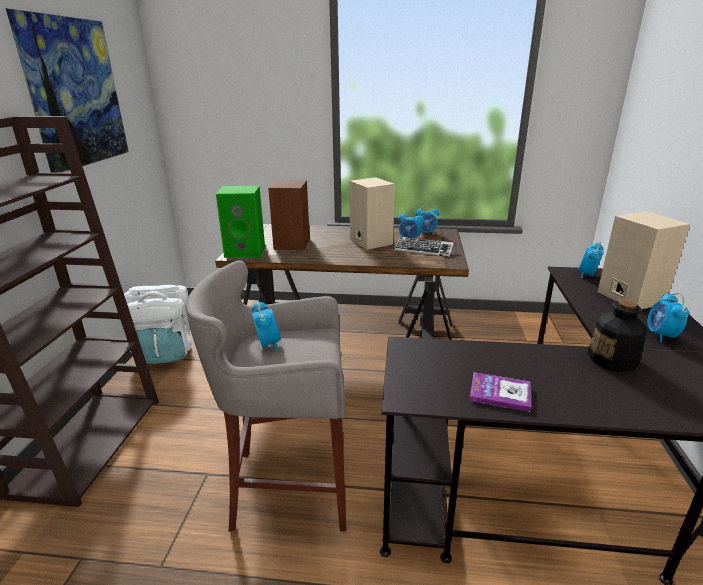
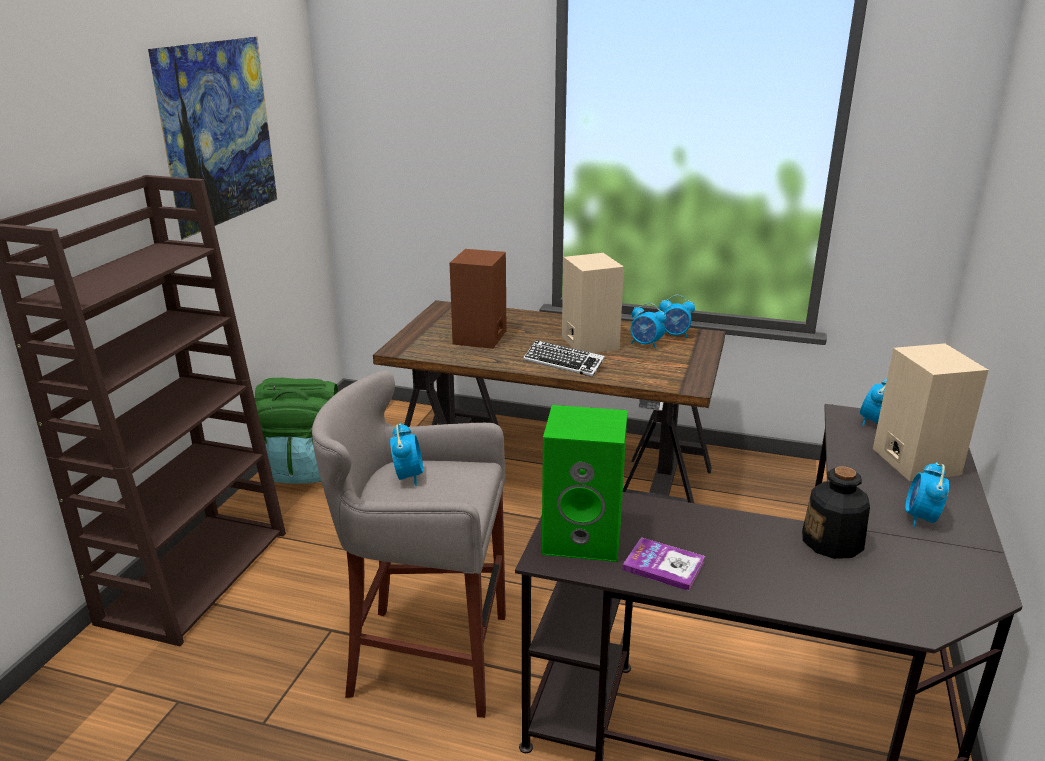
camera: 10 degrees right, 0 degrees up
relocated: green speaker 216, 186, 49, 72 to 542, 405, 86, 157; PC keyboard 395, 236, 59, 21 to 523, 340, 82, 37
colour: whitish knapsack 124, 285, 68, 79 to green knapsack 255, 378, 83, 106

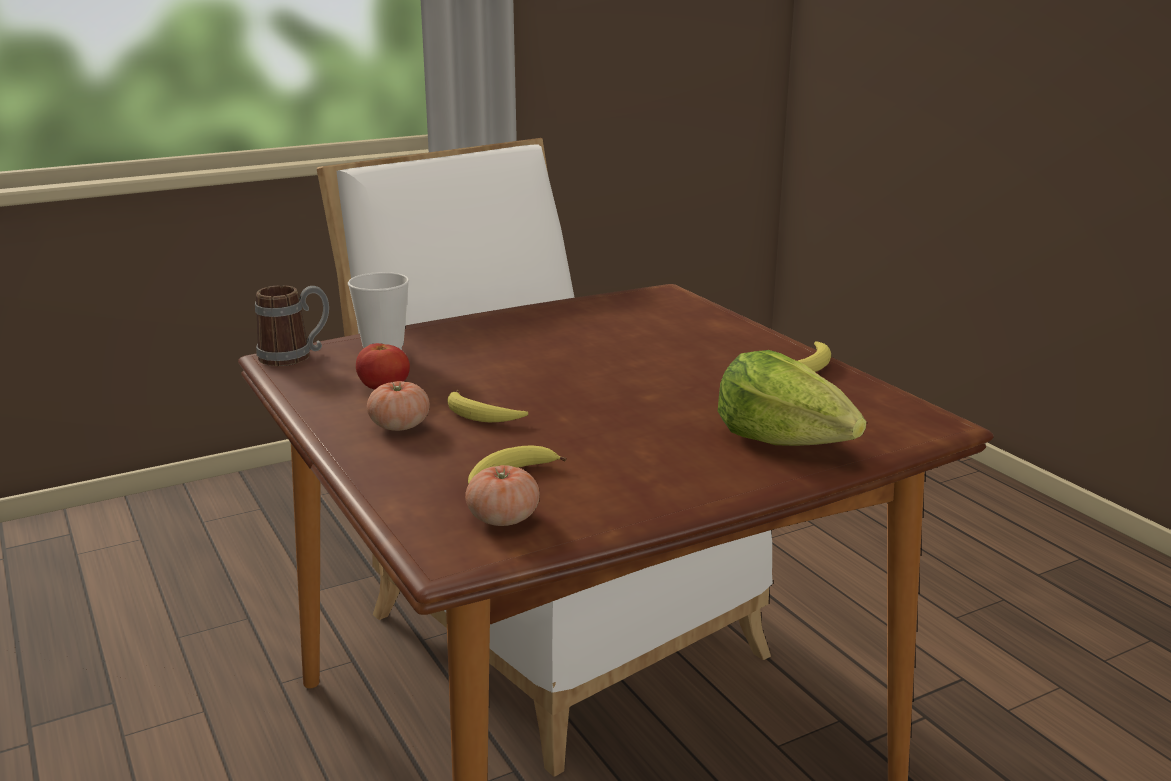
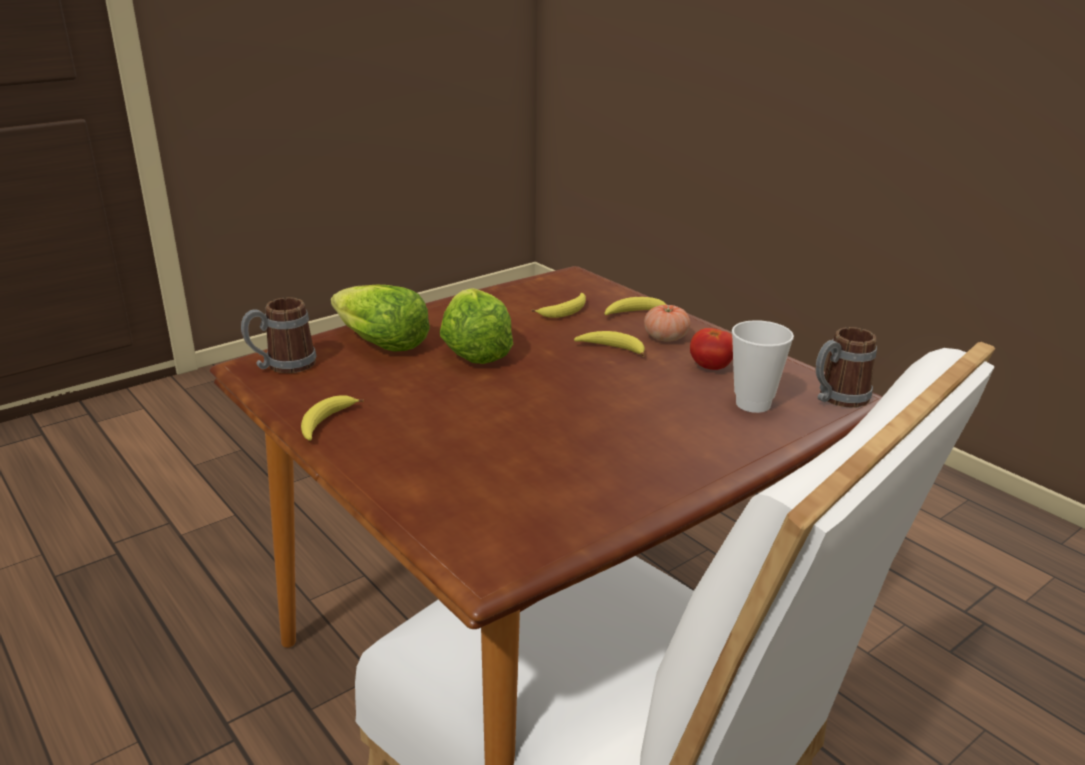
camera: 170 degrees right, 5 degrees up
missing: tomato 465, 465, 75, 61
appeared: coffee mug 241, 297, 75, 76; lettuce 440, 288, 73, 76; banana 604, 297, 62, 18

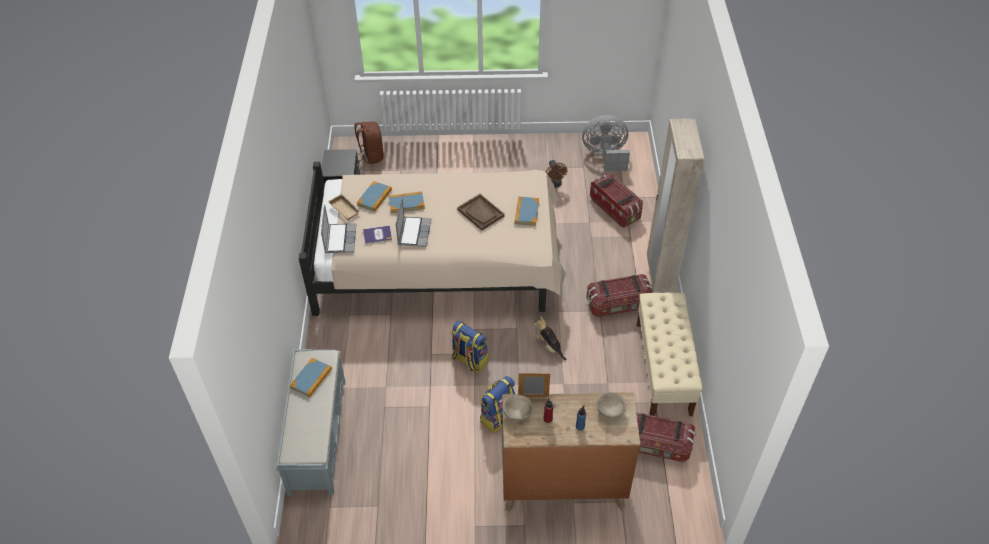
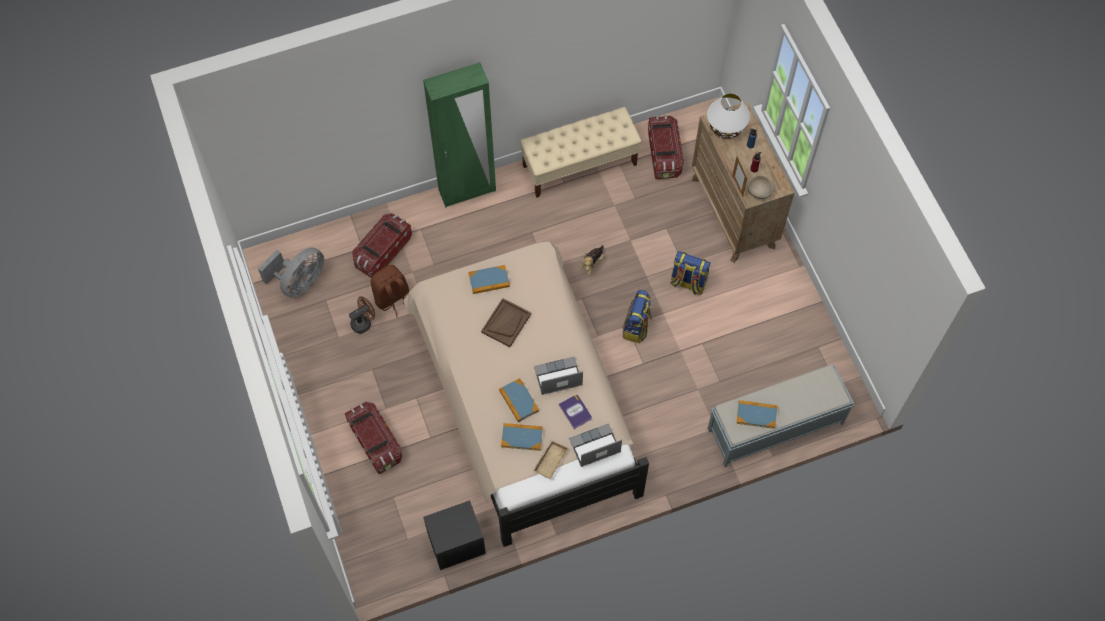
camera: 110 degrees left, 15 degrees up
relocated: brownish knapsack 354, 122, 30, 42 to 370, 265, 39, 52; storage container 586, 274, 67, 43 to 345, 402, 57, 72
exchanged: sand-coloured deep dish 597, 392, 30, 27 to whitish lamp for a table 707, 93, 43, 46
colour: sand-coloured armoire 647, 119, 57, 174 to green armoire 423, 62, 73, 146
spun: greyish fan 582, 115, 48, 56 = 258, 248, 66, 50 120 degrees counterclockwise

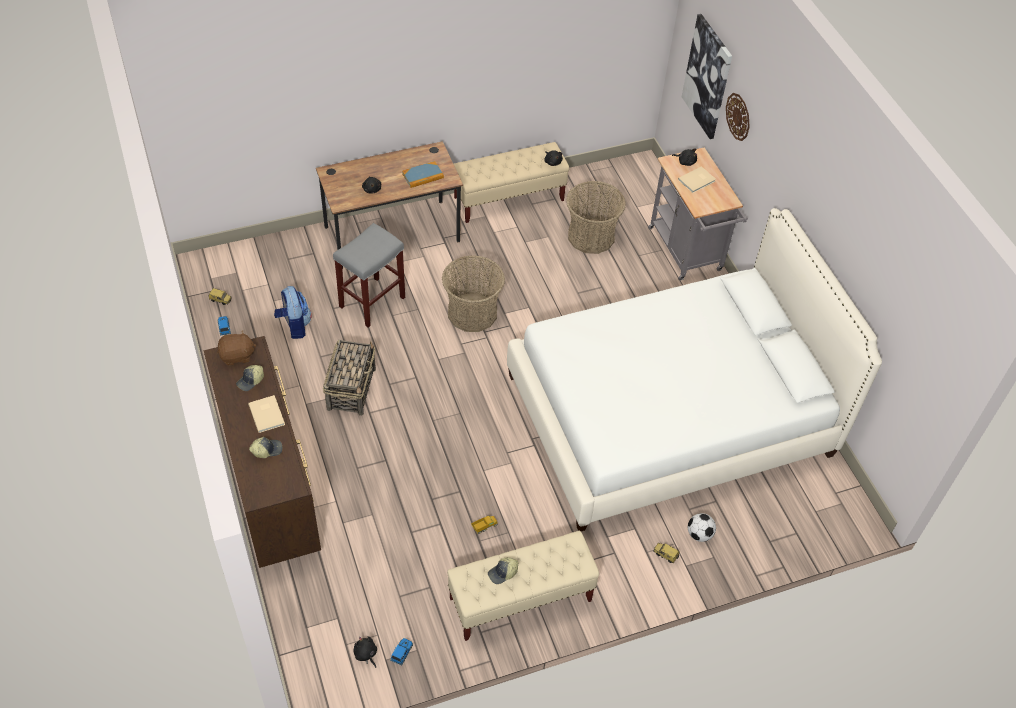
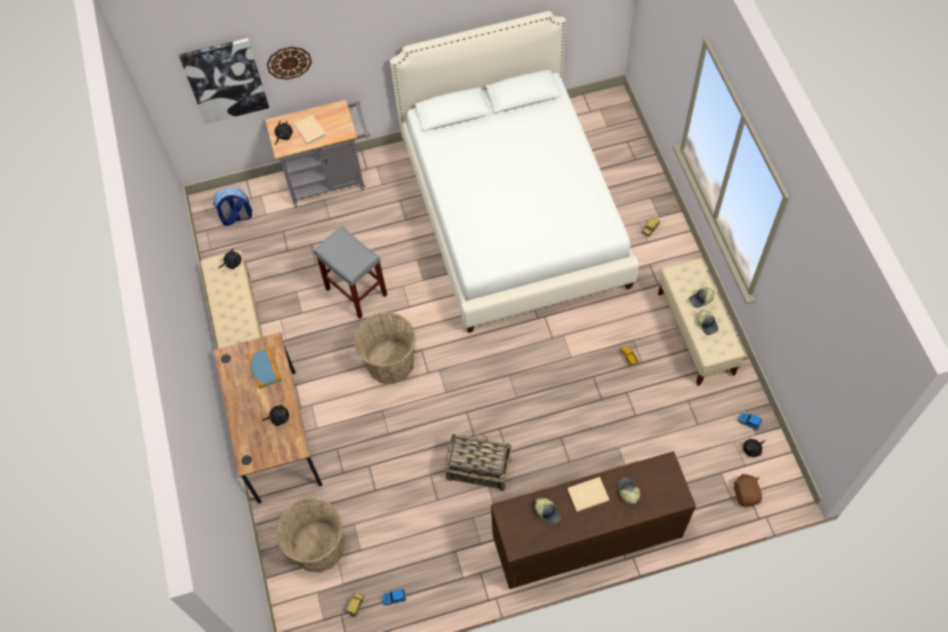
camera: 80 degrees left, 10 degrees up
missing: football 688, 513, 28, 29
appeared: baseball cap 689, 287, 26, 21
relocated: brownish plush toy 217, 330, 40, 36 to 734, 474, 28, 33; knapsack 274, 286, 38, 53 to 213, 187, 39, 39; greyish stool 333, 223, 72, 105 to 314, 226, 73, 93; storage basket 566, 181, 60, 73 to 276, 498, 69, 74

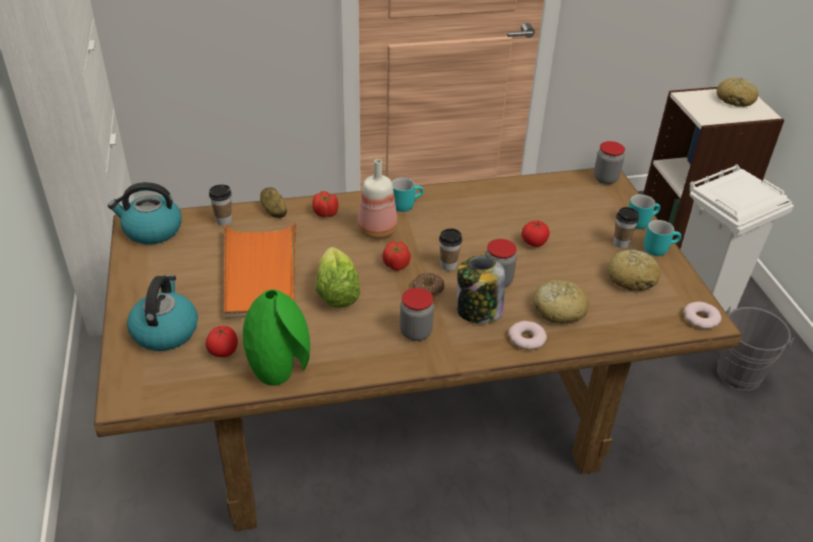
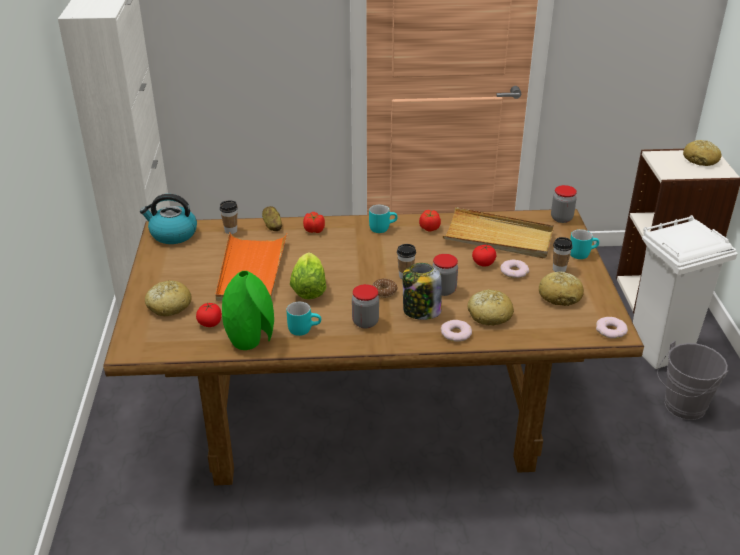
camera: 10 degrees right, 5 degrees down
missing: drink bottle 357, 159, 41, 80
appeared: sand-coloured tray 443, 207, 111, 51; ring doughnut 500, 259, 30, 19
relocated: tomato 382, 241, 29, 30 to 419, 210, 22, 22; turquoise coffee mug 644, 220, 37, 36 to 286, 302, 35, 34
exchanged: kettle 127, 275, 71, 76 to bakery bread 145, 280, 47, 36

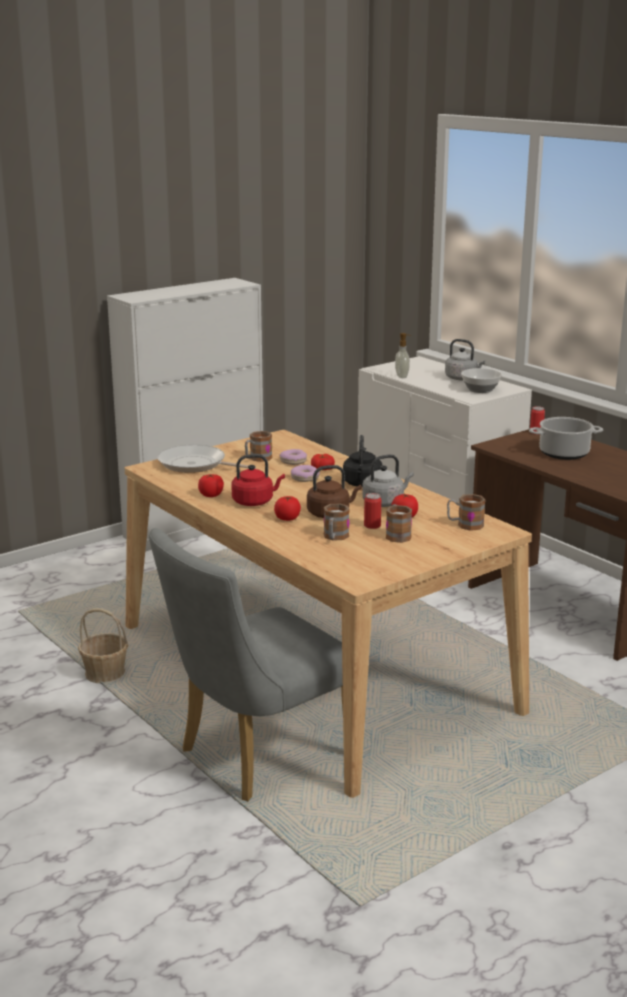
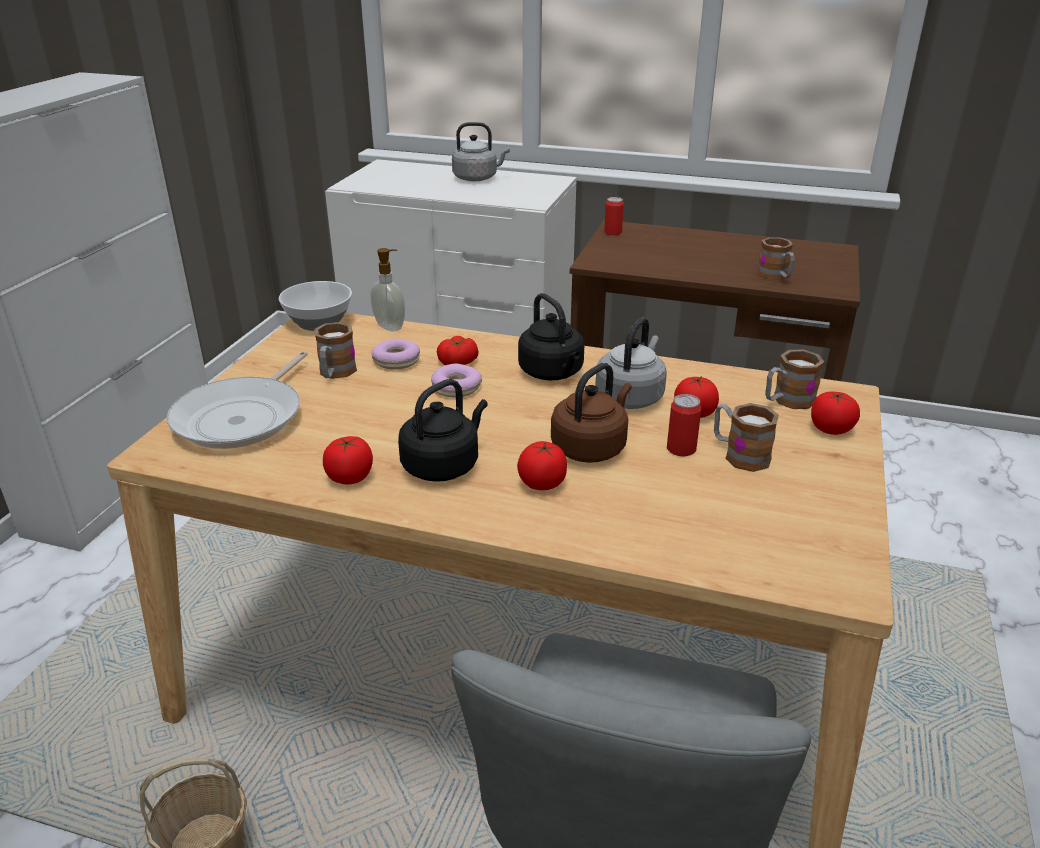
camera: 35 degrees left, 10 degrees up
missing: saucepot 529, 417, 74, 43
appeared: tomato 811, 391, 49, 44
relocated: coffee mug 324, 503, 26, 38 to 757, 237, 38, 43; liquid soap bottle 395, 333, 17, 45 to 370, 248, 35, 83; deep dish 461, 368, 41, 25 to 279, 281, 73, 50
colour: red kettle 231, 454, 54, 52 to black kettle 398, 379, 90, 103
spun: frying pan 157, 445, 99, 28 = 167, 351, 141, 98 60 degrees counterclockwise

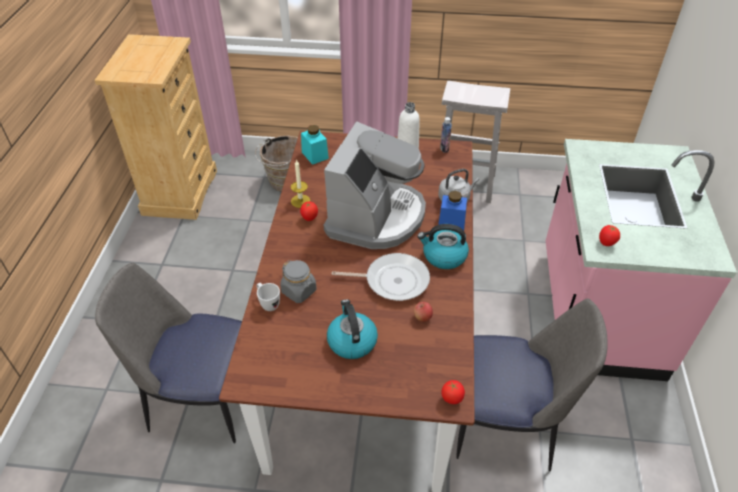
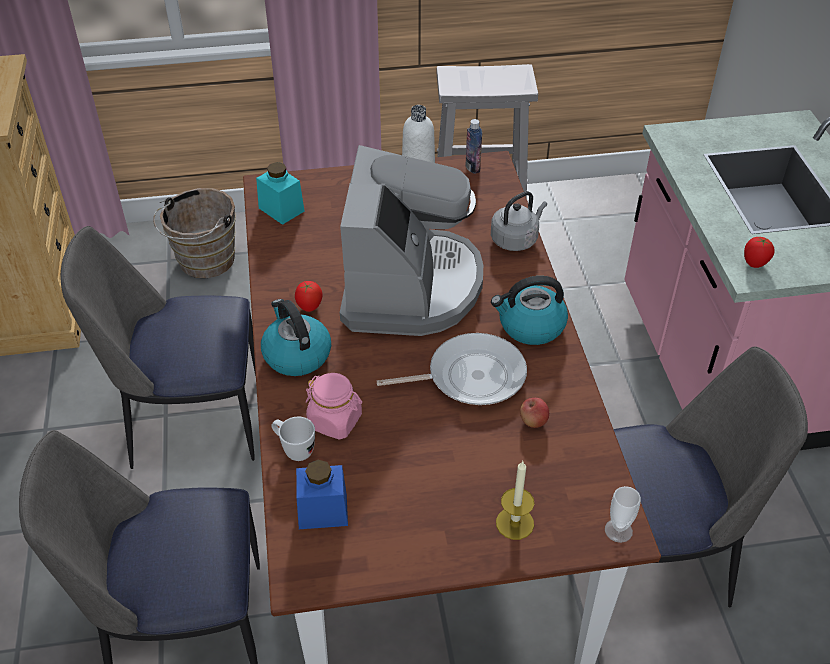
camera: 15 degrees left, 0 degrees up
appeared: chair 61, 226, 195, 243
relocated: wax candle 291, 159, 19, 49 to 496, 461, 38, 79; kettle 327, 299, 51, 60 to 261, 299, 70, 77; bluish preserve jar 438, 191, 29, 39 to 296, 460, 52, 69
exchanged: tomato 441, 380, 24, 24 to small cup 605, 486, 36, 57
colour: greyish preserve jar 280, 260, 36, 43 to pink-coloured preserve jar 306, 373, 56, 67

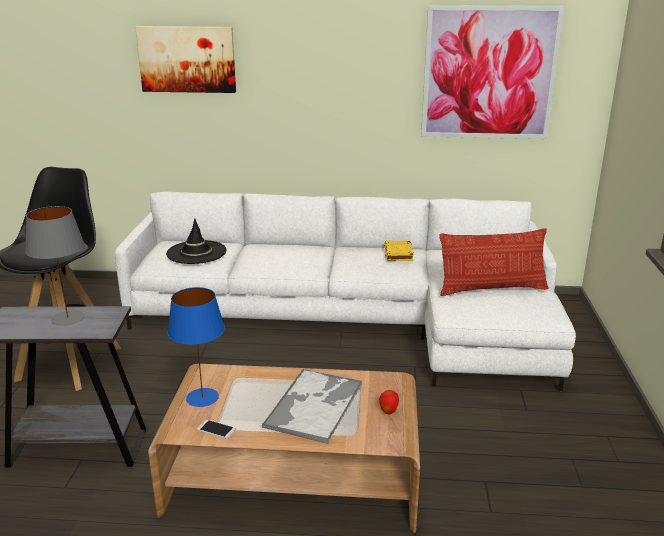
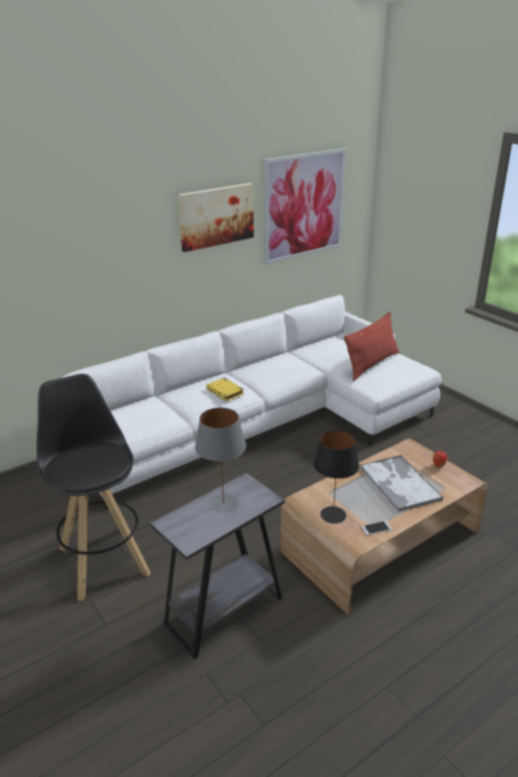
camera: 40 degrees left, 5 degrees up
missing: black wearable hat 166, 218, 61, 46
relocated: wall art 135, 26, 101, 67 to 178, 183, 76, 69; yellowish book 384, 241, 29, 20 to 206, 378, 38, 23
colour: bluish lamp for a table 167, 287, 58, 120 to black lamp for a table 314, 430, 45, 94

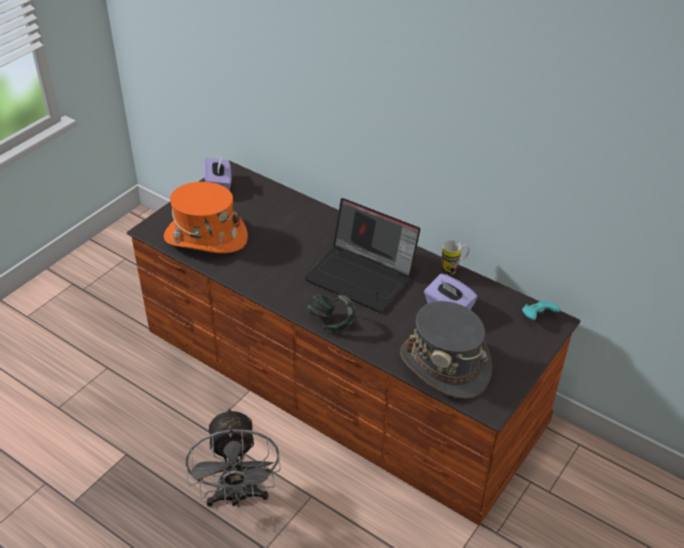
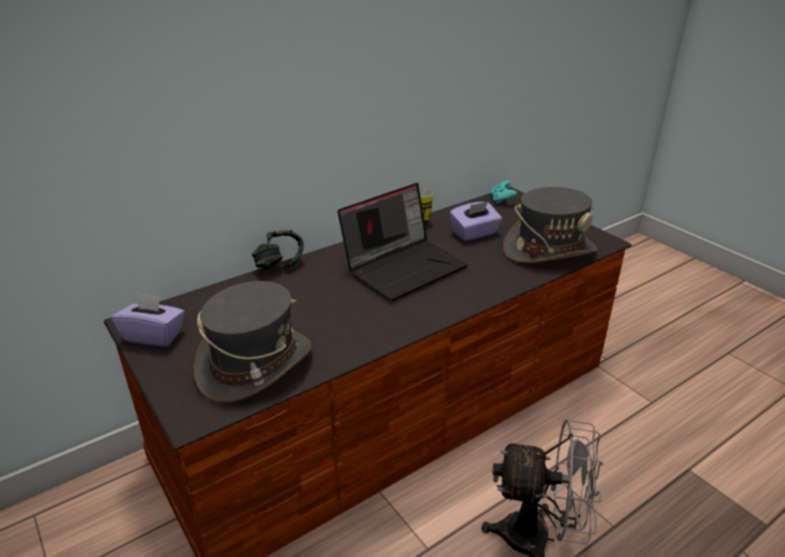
camera: 70 degrees left, 10 degrees down
relocated: headphones 308, 292, 47, 40 to 252, 229, 52, 41
colour: orangey wearable hat 164, 182, 84, 71 to greyish wearable hat 193, 281, 119, 122

